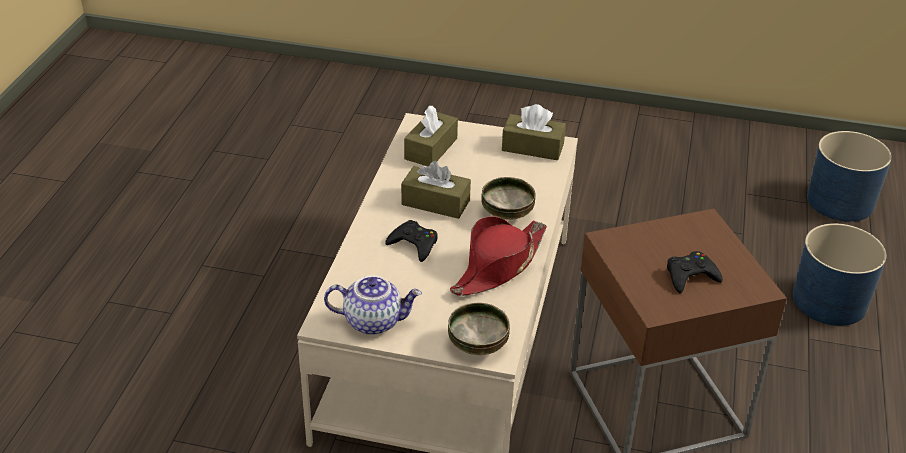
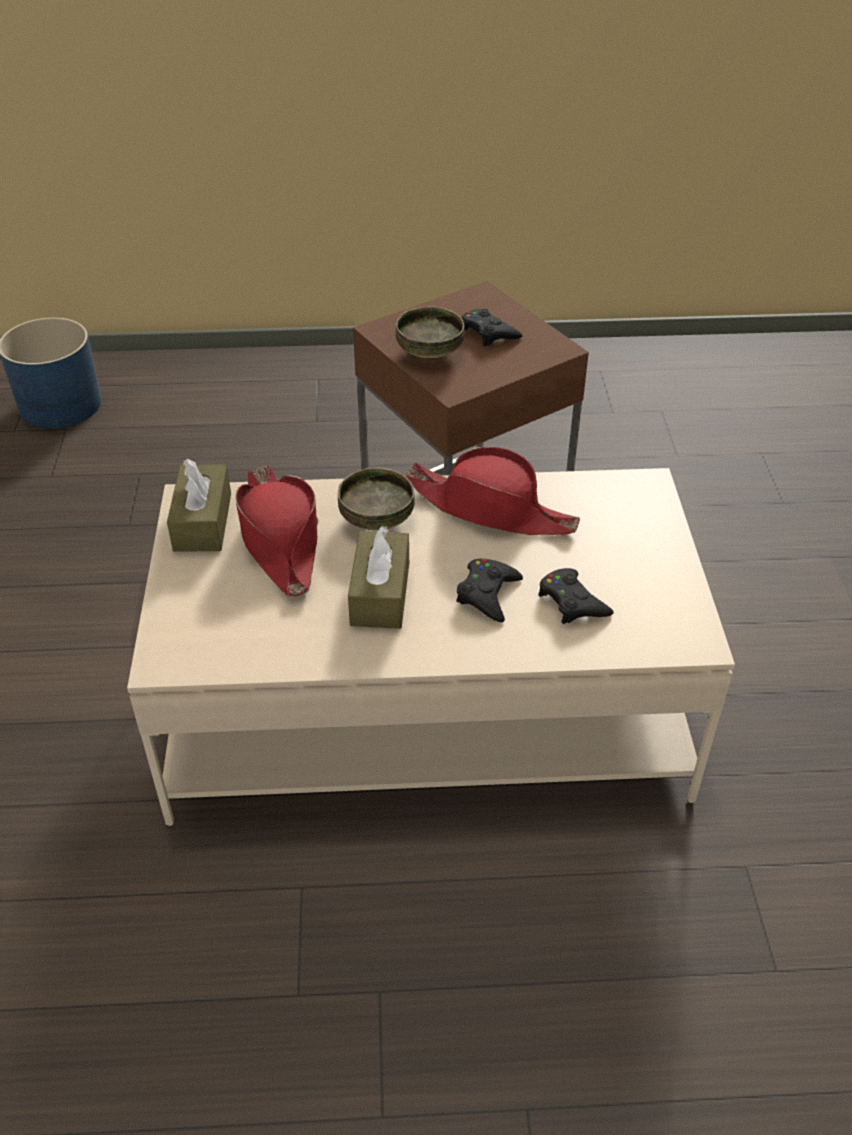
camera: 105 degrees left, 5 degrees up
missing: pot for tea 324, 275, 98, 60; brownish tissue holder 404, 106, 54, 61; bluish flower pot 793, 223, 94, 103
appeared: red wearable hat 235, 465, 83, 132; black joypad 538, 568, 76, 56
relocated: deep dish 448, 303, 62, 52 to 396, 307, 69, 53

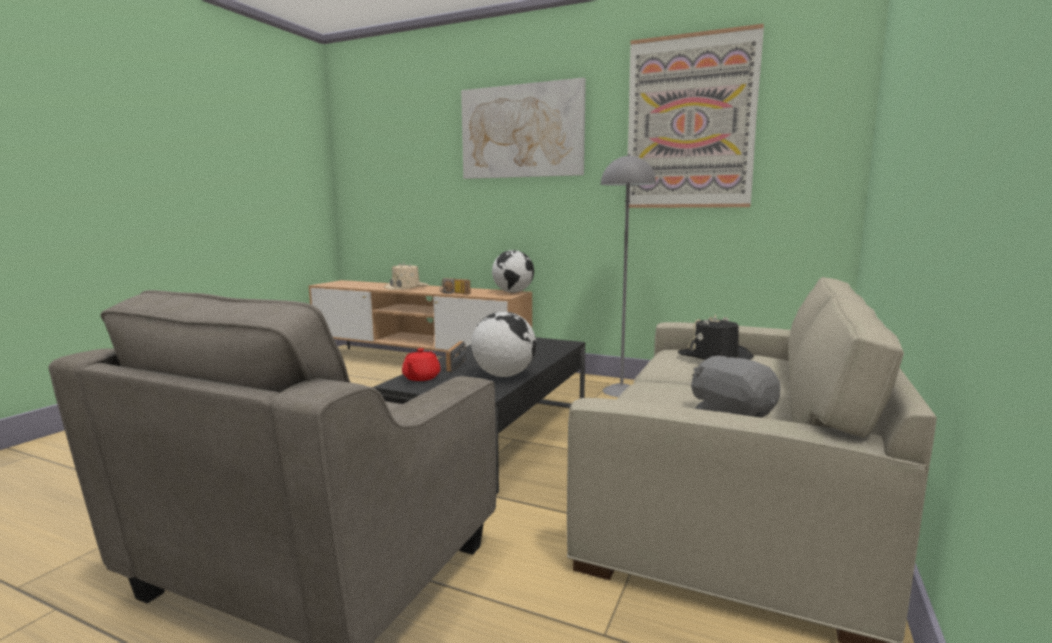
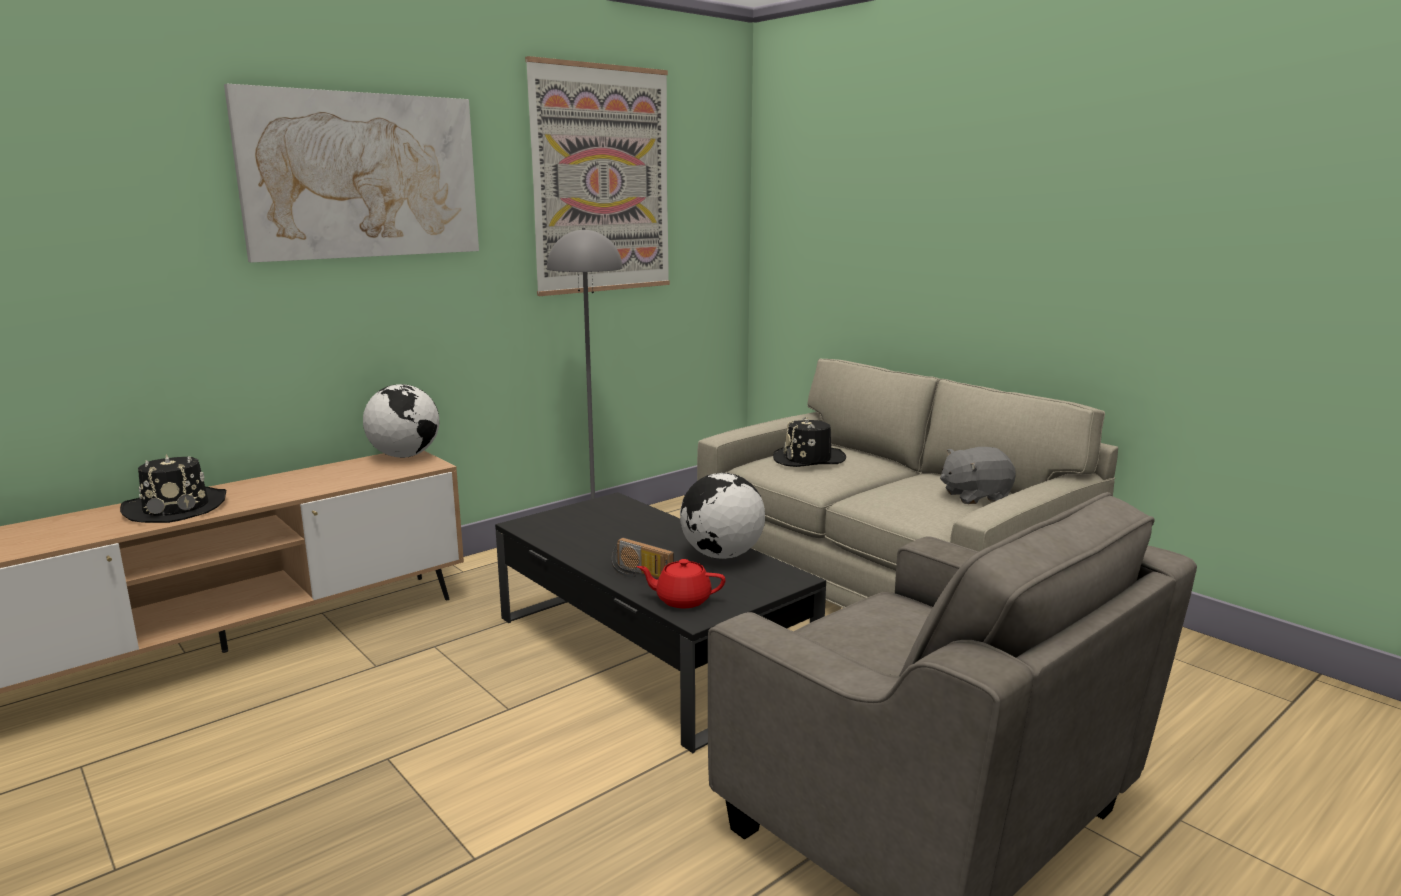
camera: 65 degrees left, 5 degrees up
missing: radio receiver 440, 278, 30, 16
colour: sand-coloured wearable hat 384, 262, 44, 28 to black wearable hat 120, 454, 106, 69
spun: red pot for tea 402, 348, 39, 33 = 637, 559, 89, 49 150 degrees clockwise

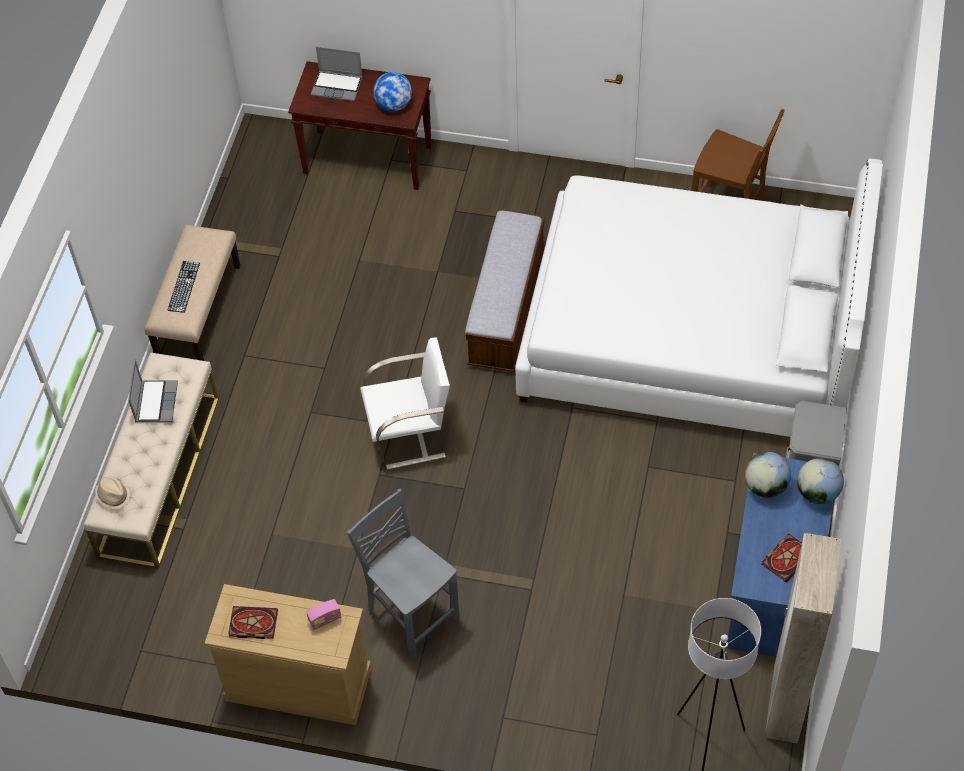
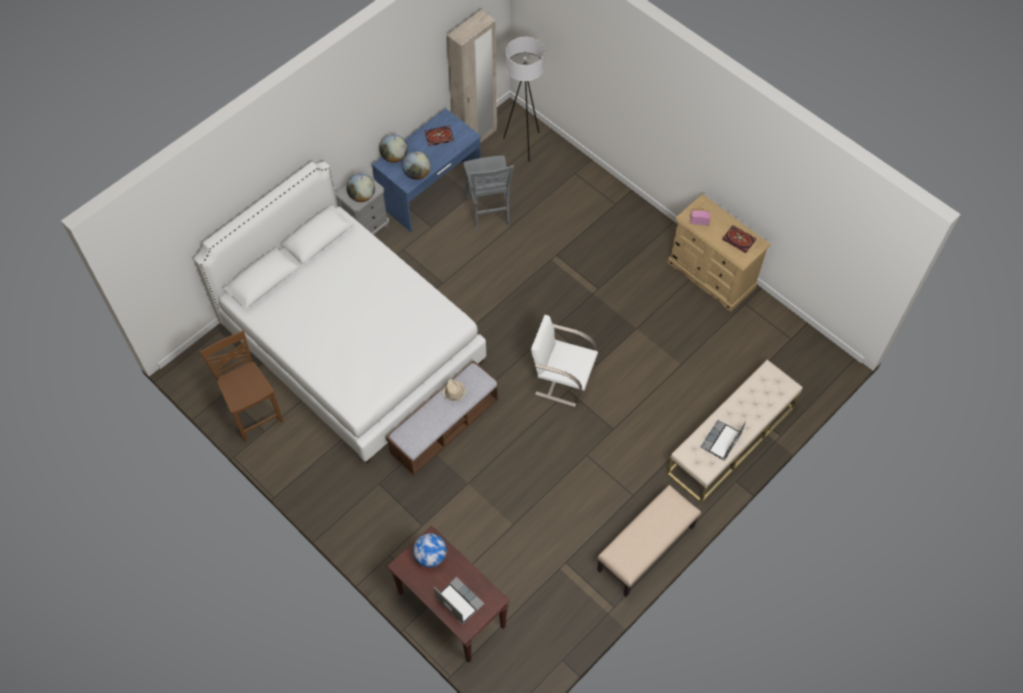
camera: 150 degrees left, 5 degrees up
missing: PC keyboard 167, 261, 33, 52
appeared: globe 346, 174, 29, 28
relocated: sand-coloured wearable hat 95, 476, 37, 34 to 443, 379, 23, 22; greyish chair 347, 489, 113, 170 to 463, 155, 51, 76

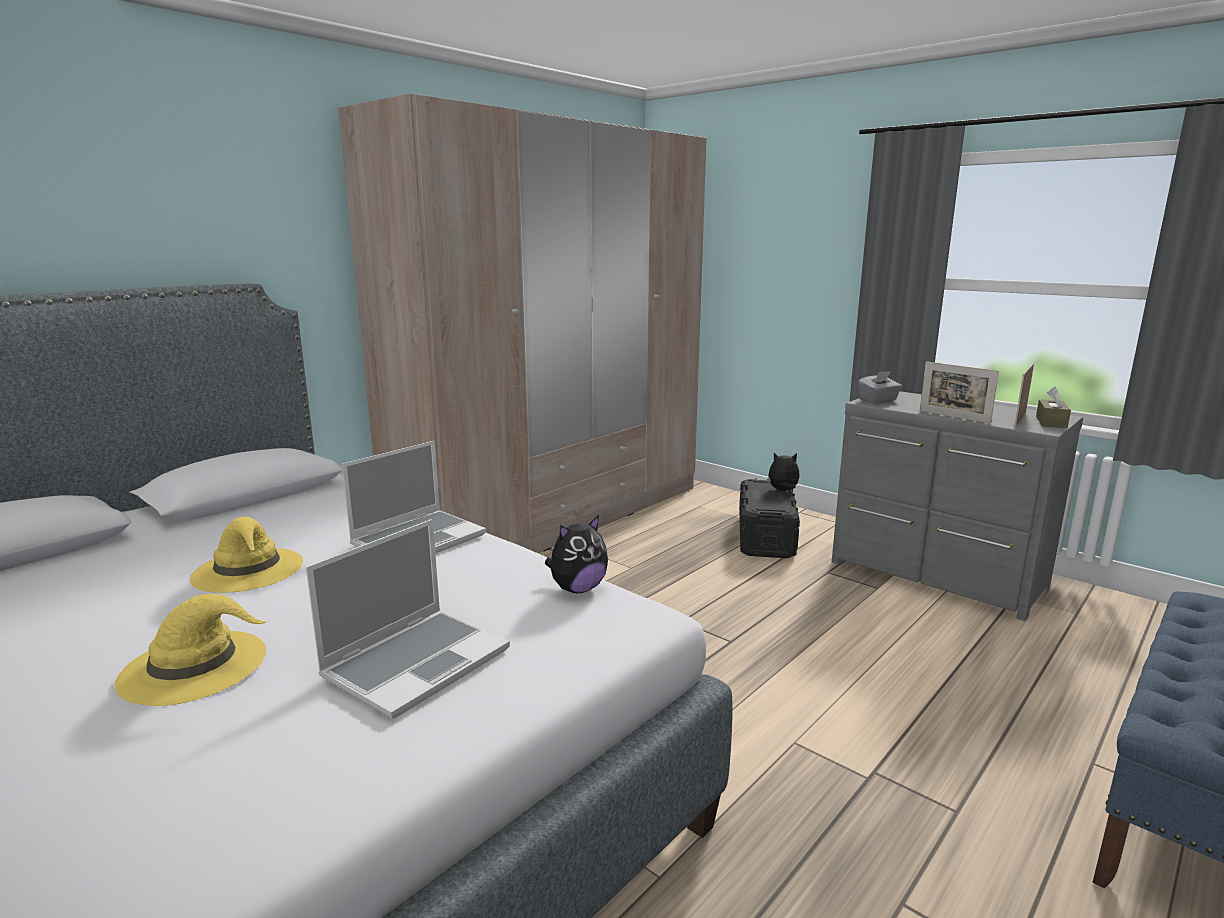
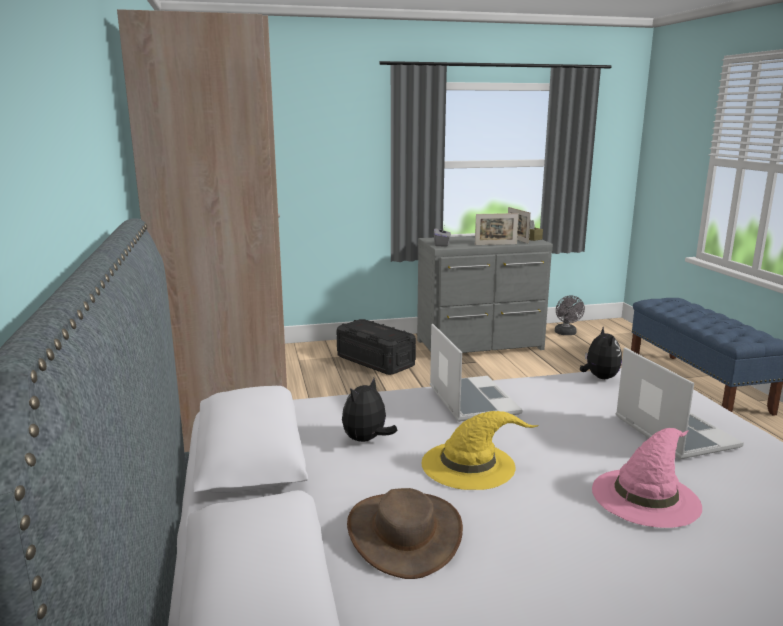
camera: 55 degrees left, 0 degrees up
appeared: brownish wearable hat 347, 488, 116, 91; greyish fan 555, 295, 30, 40
relocated: plush toy 767, 453, 33, 38 to 342, 378, 56, 64
colour: yellowish wearable hat 115, 594, 151, 112 to pink-coloured wearable hat 592, 428, 110, 100

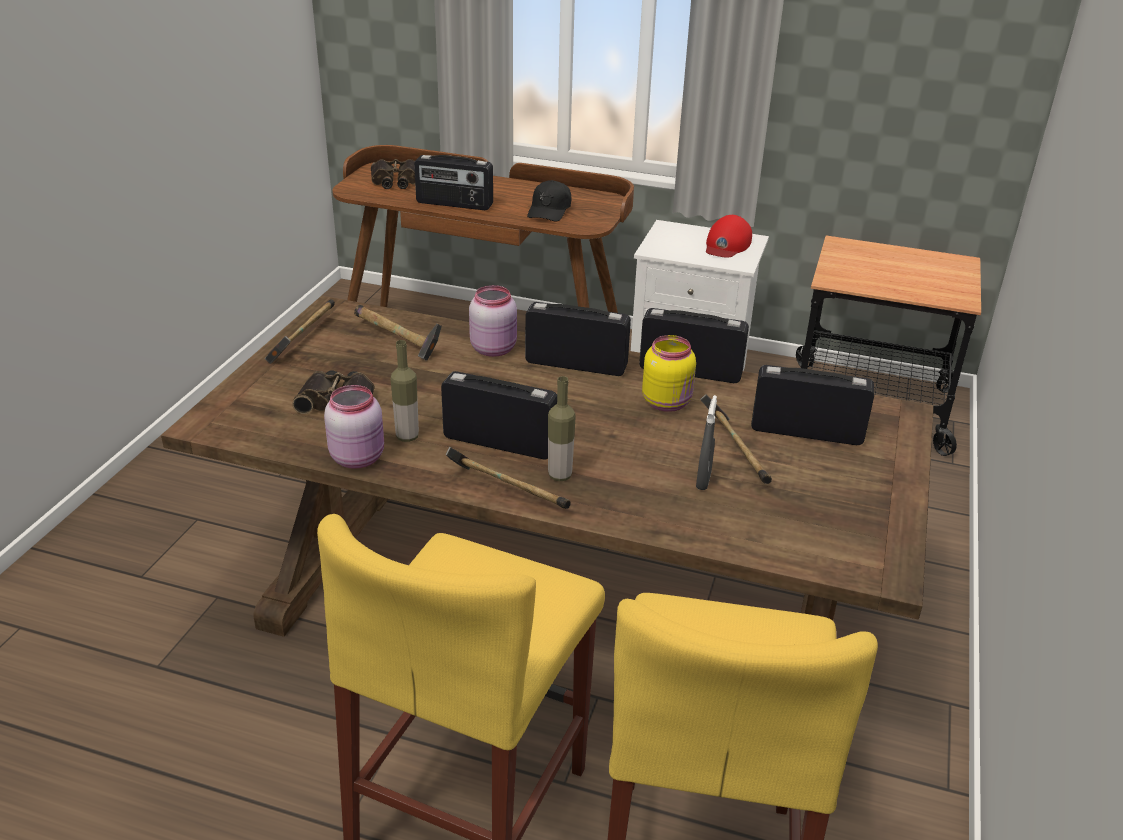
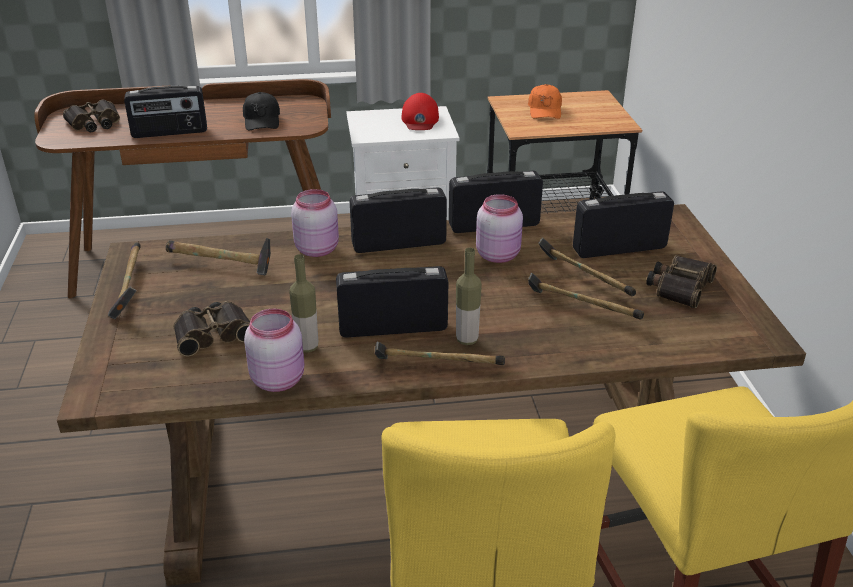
camera: 25 degrees left, 0 degrees up
appeared: orangey baseball cap 528, 84, 34, 35; pair of binoculars 646, 255, 71, 53
exchanged: greyish spray bottle 696, 395, 21, 95 to hand hammer 528, 273, 116, 47
colour: yellowish preserve jar 642, 335, 54, 77 to pink-coloured preserve jar 476, 194, 47, 69

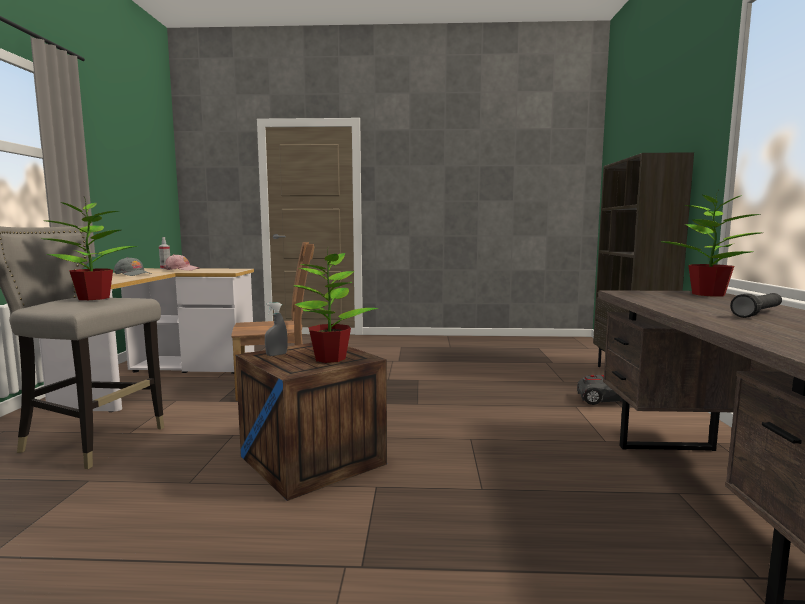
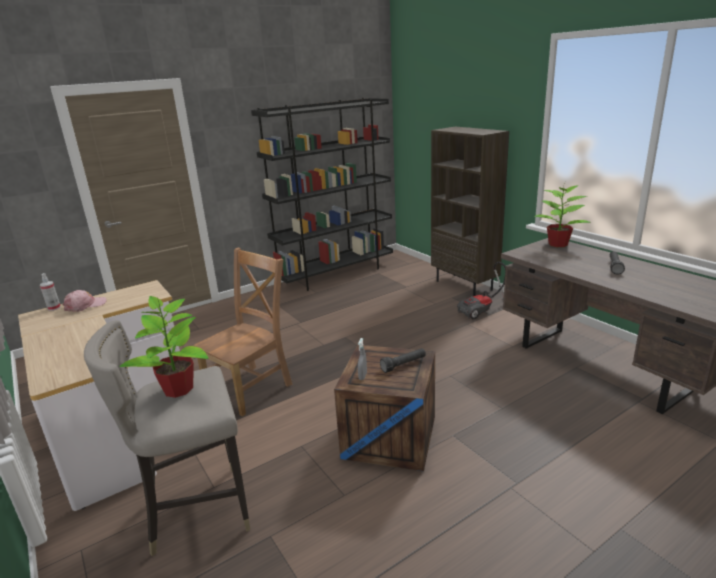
camera: 35 degrees left, 15 degrees up
missing: greyish baseball cap 114, 257, 37, 19
appeared: black bookshelf 251, 98, 142, 193
exchanged: plant in a pot 294, 251, 84, 112 to black flashlight 380, 348, 46, 25

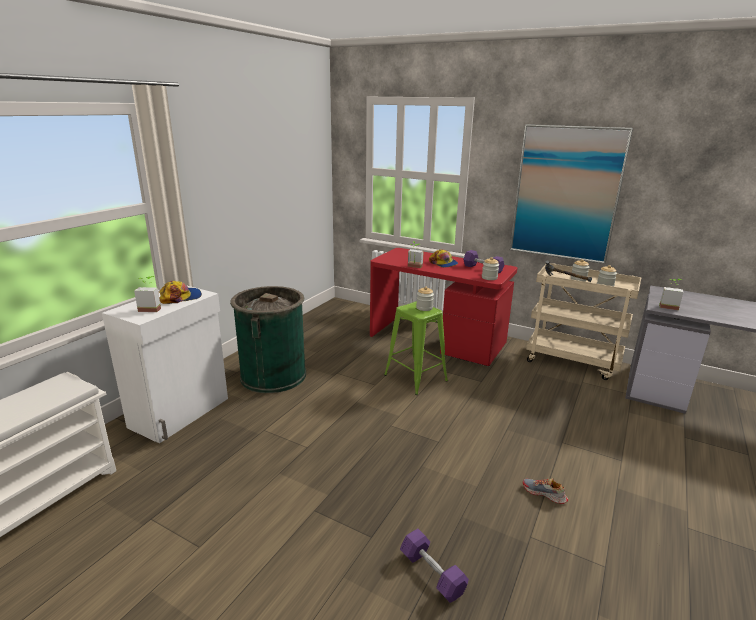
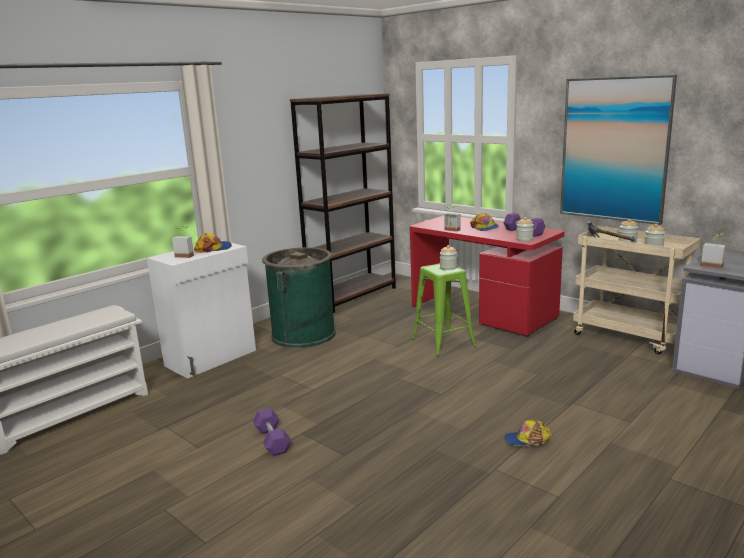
camera: 15 degrees right, 5 degrees down
appeared: brownish bookshelf 290, 94, 106, 219
relocated: purplish dumbbell 400, 529, 69, 74 to 253, 408, 38, 48
exchanged: item of footwear 523, 478, 45, 26 to baseball cap 505, 420, 47, 26

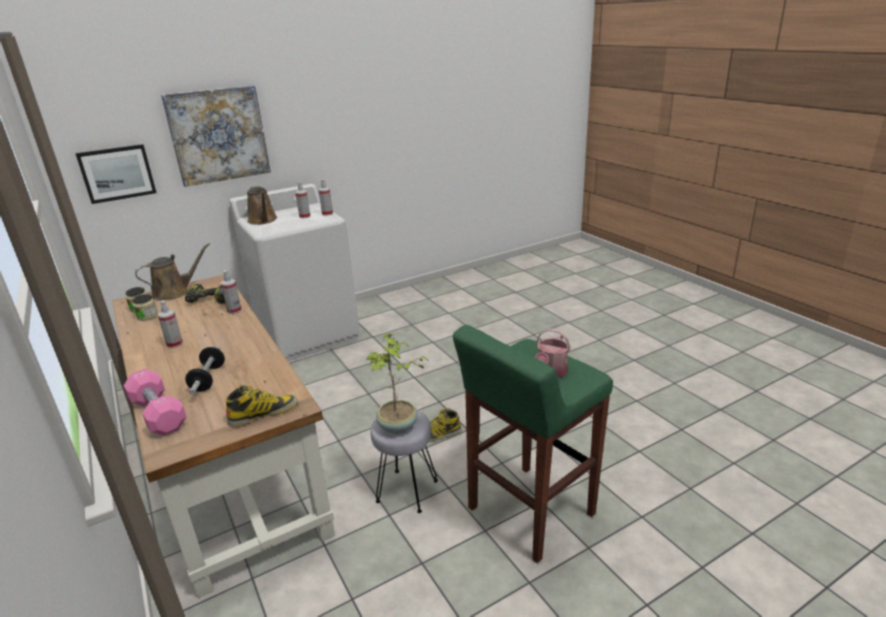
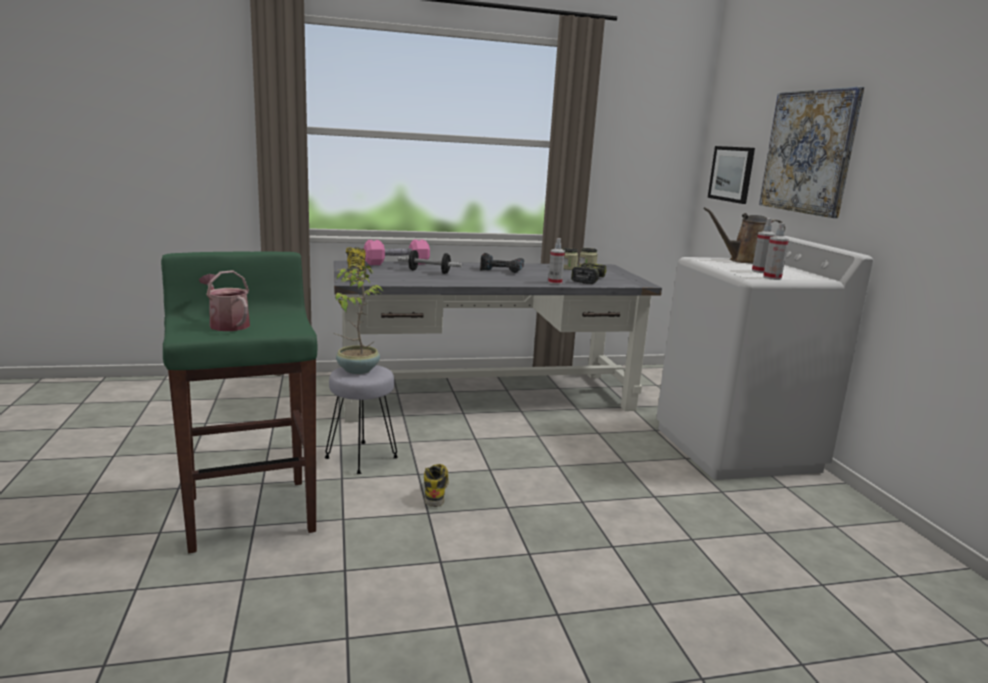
camera: 105 degrees right, 10 degrees down
missing: brownish sprinkling can 135, 243, 75, 58
exchanged: spray bottle 158, 300, 25, 48 to electric drill 480, 253, 44, 20
colour: brownish desk unit 112, 274, 223, 324 to greyish desk unit 334, 261, 328, 161

